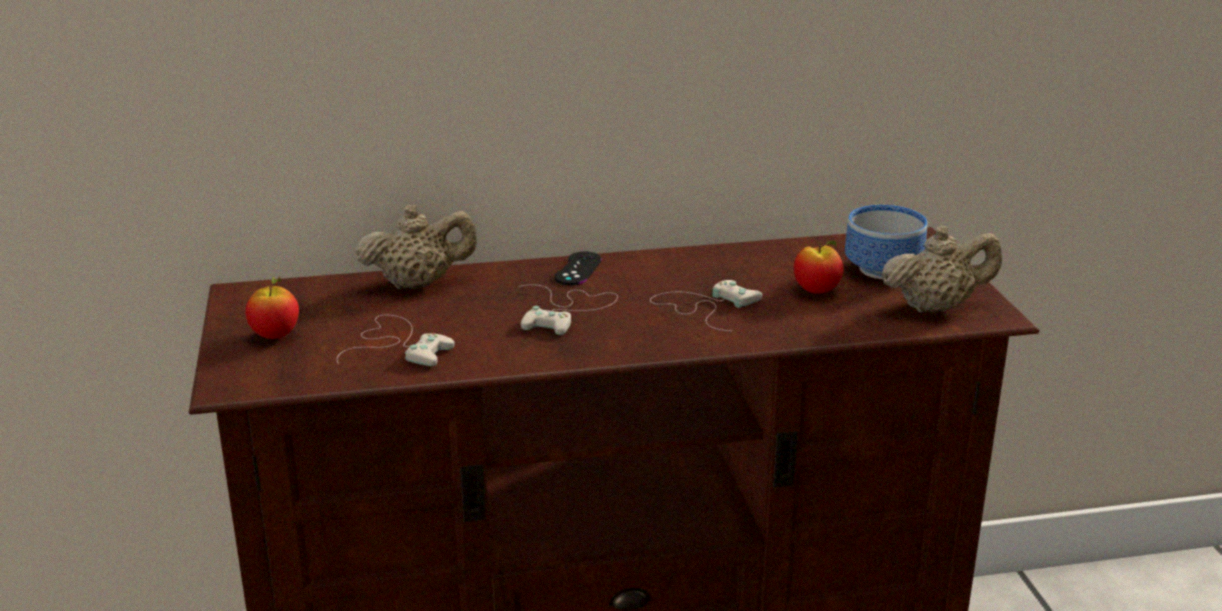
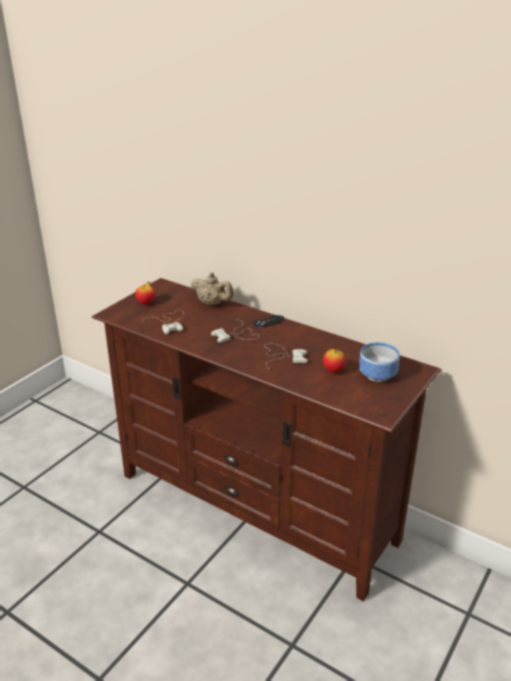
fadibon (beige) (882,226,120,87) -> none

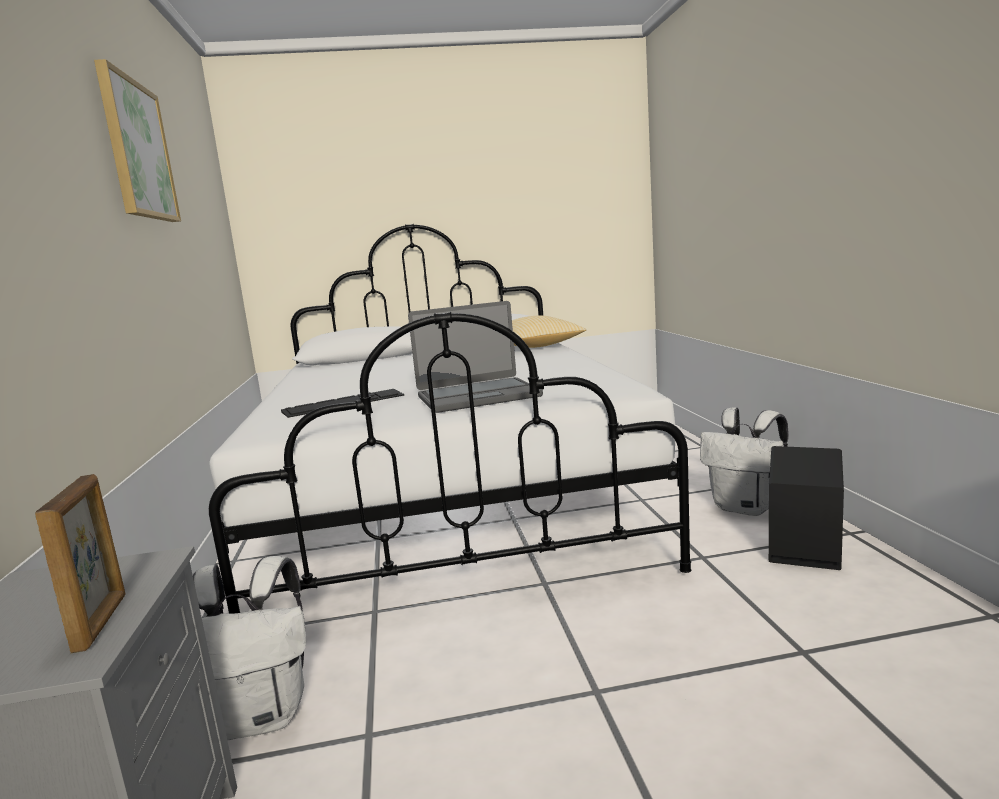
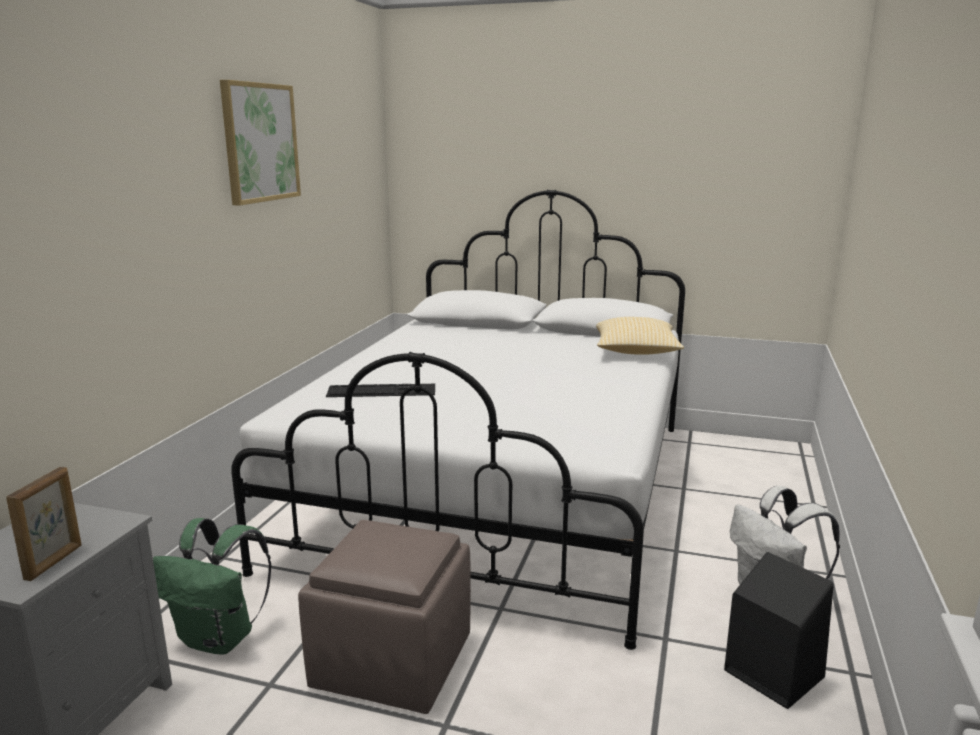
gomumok (408,301,135,112) -> none
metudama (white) (193,556,113,184) -> metudama (green) (153,518,118,137)
none -> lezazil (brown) (298,520,173,194)

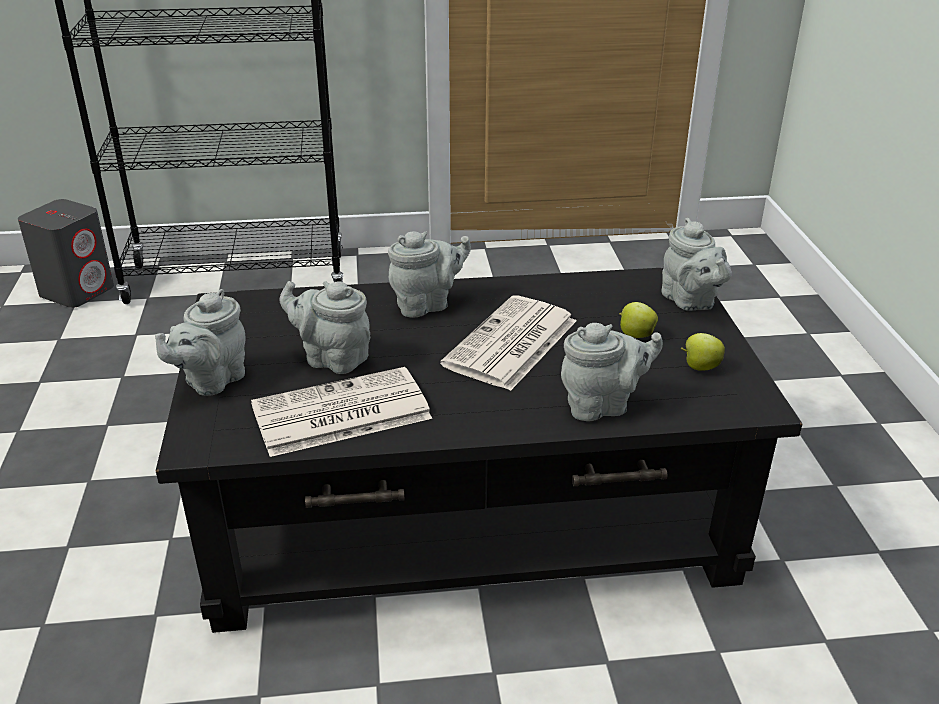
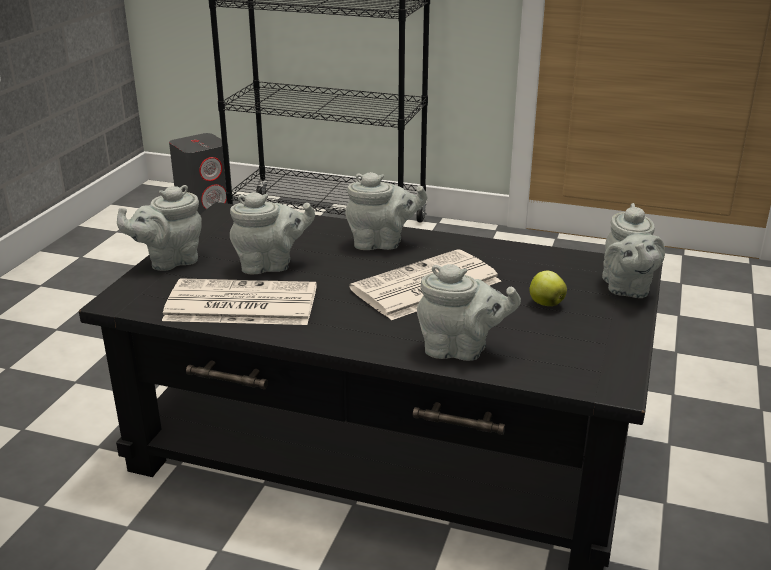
fadibon (grey) (280,281,90,93) -> fadibon (grey) (230,192,85,83), 120 degrees clockwise
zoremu (681,333,44,38) -> none

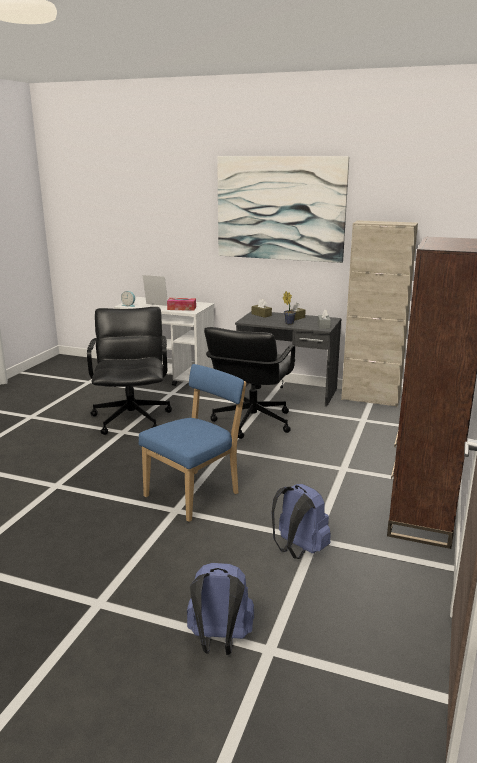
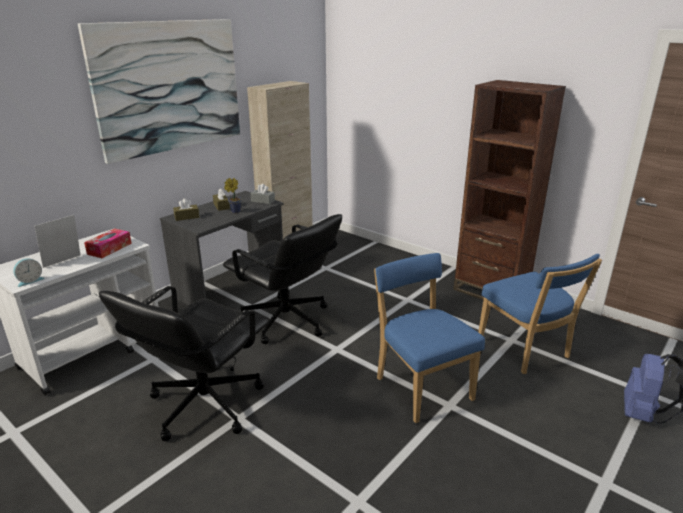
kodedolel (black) (87,307,85,128) -> kodedolel (black) (99,286,170,156), 75 degrees counterclockwise
metudama (blue) (271,484,60,75) -> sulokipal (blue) (478,254,124,120)

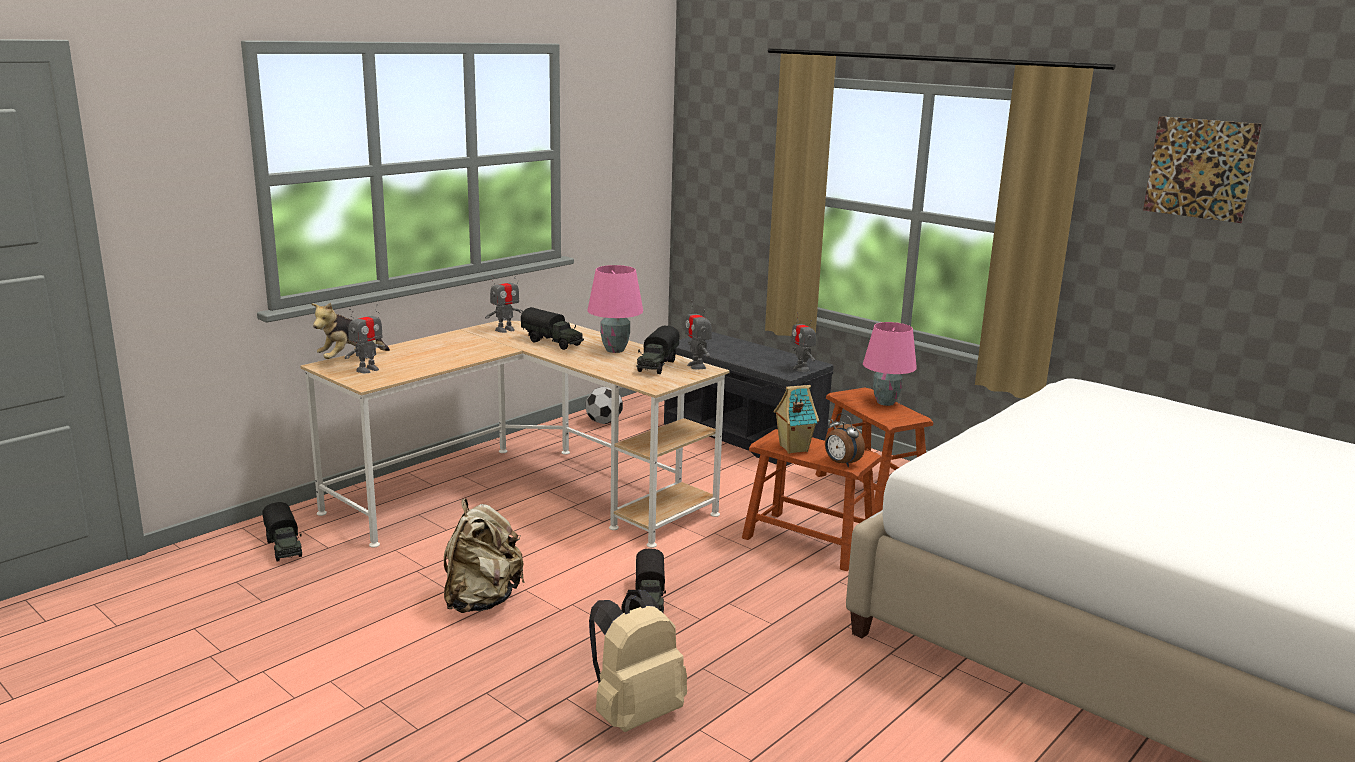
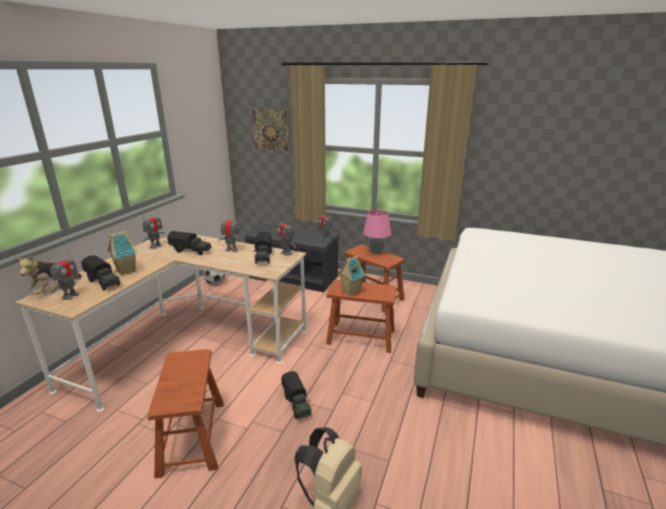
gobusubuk (1143,116,119,107) -> gobusubuk (252,109,36,42), move
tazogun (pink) (587,265,56,88) -> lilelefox (218,215,26,37)
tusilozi (825,413,40,54) -> none
metudama (beige) (444,499,81,114) -> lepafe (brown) (147,349,77,129)
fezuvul (262,502,40,60) -> fezuvul (81,255,40,35), move
none -> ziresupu (107,231,30,44)

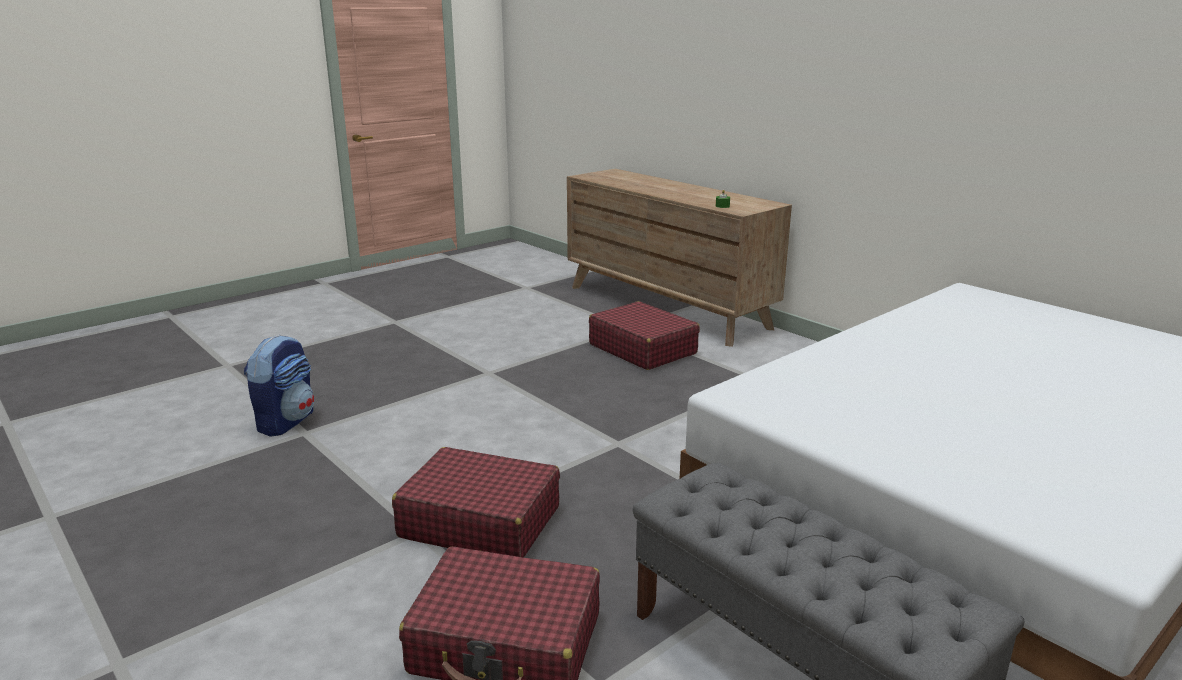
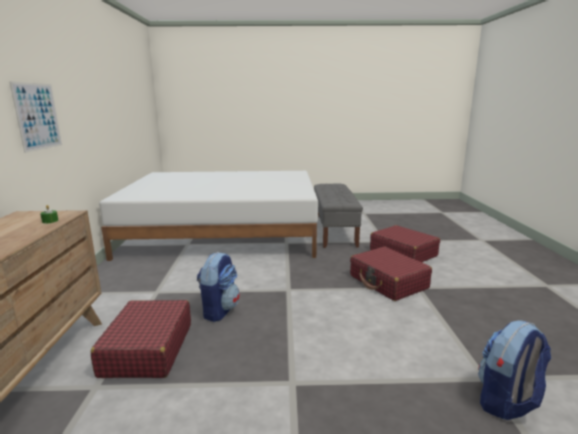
none -> gobusubuk (9,81,53,72)
none -> metudama (197,252,43,70)

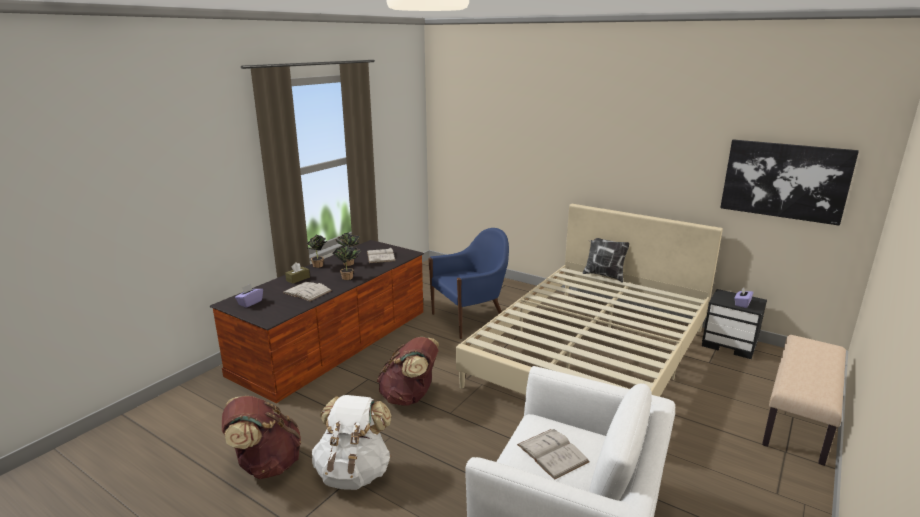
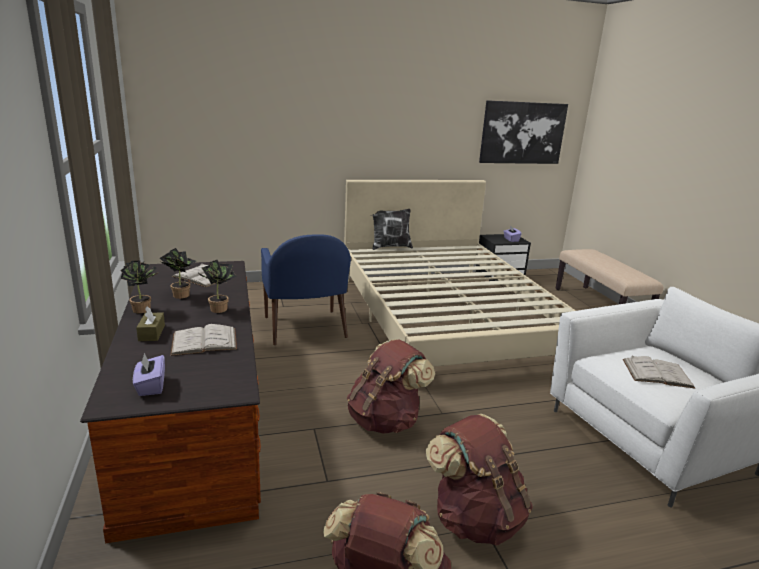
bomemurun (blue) (428,228,81,111) -> bomemurun (blue) (261,234,90,111), 150 degrees clockwise
metudama (white) (312,395,79,95) -> metudama (brown) (426,414,107,131)

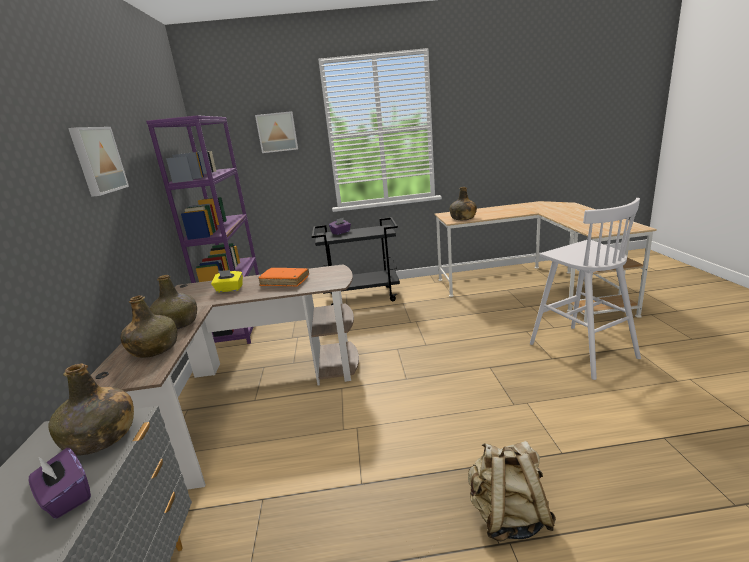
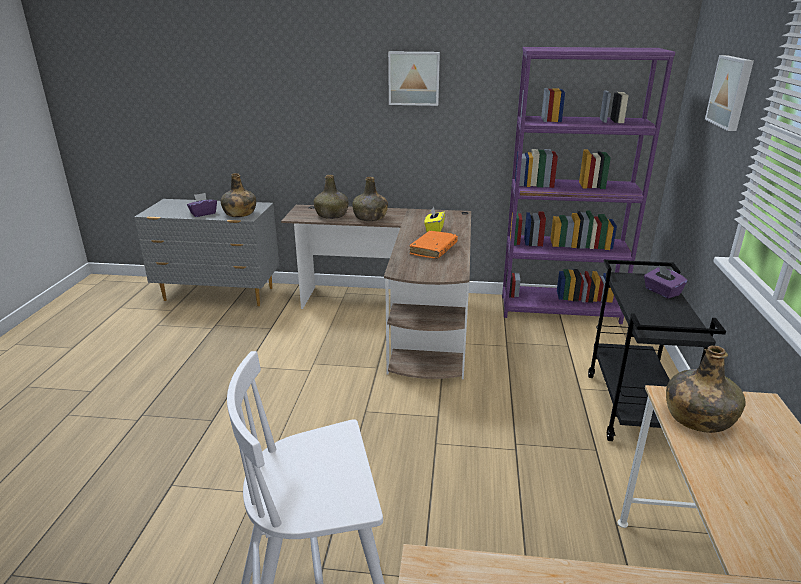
metudama (beige) (468,441,88,100) -> none

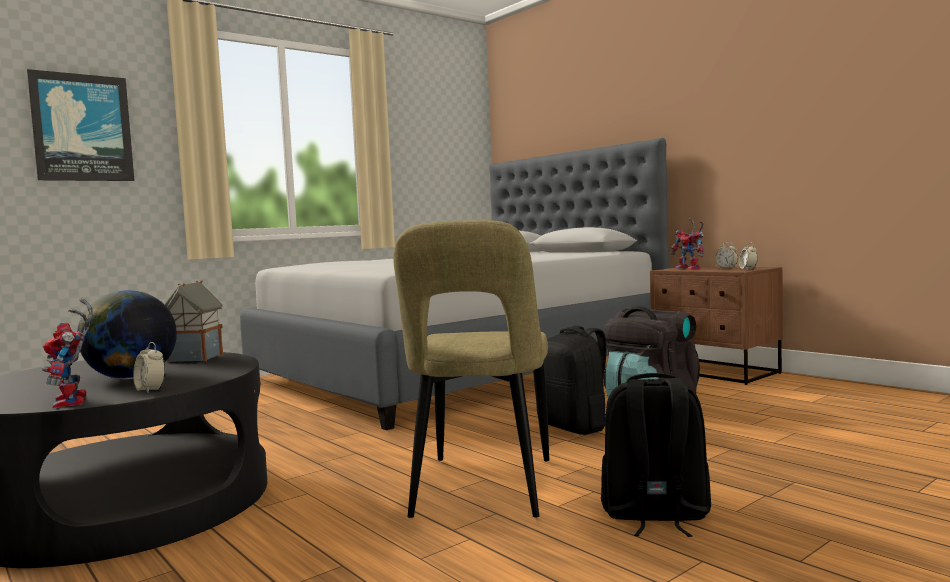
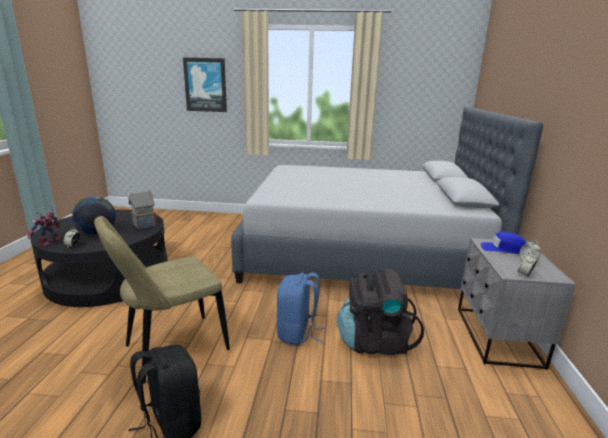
lilelefox (670,218,34,52) -> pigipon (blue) (480,232,46,22)
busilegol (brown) (650,266,133,119) -> busilegol (grey) (458,238,118,132)
metudama (black) (536,325,71,110) -> metudama (blue) (277,273,48,72)

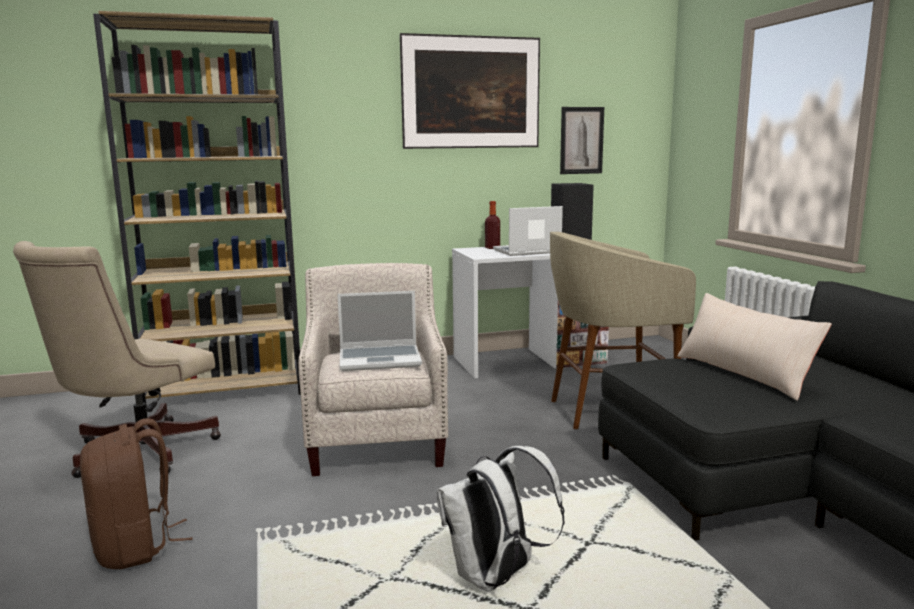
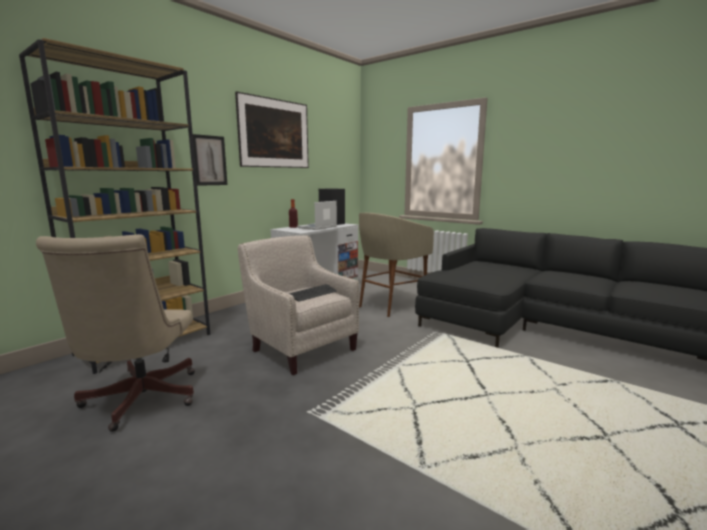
gobusubuk (560,107,44,67) -> gobusubuk (193,134,34,52), move
gomumok (337,291,85,80) -> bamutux (288,284,49,17)
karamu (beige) (677,293,155,108) -> none
metudama (brown) (80,418,113,151) -> none
metudama (white) (436,446,128,146) -> none

